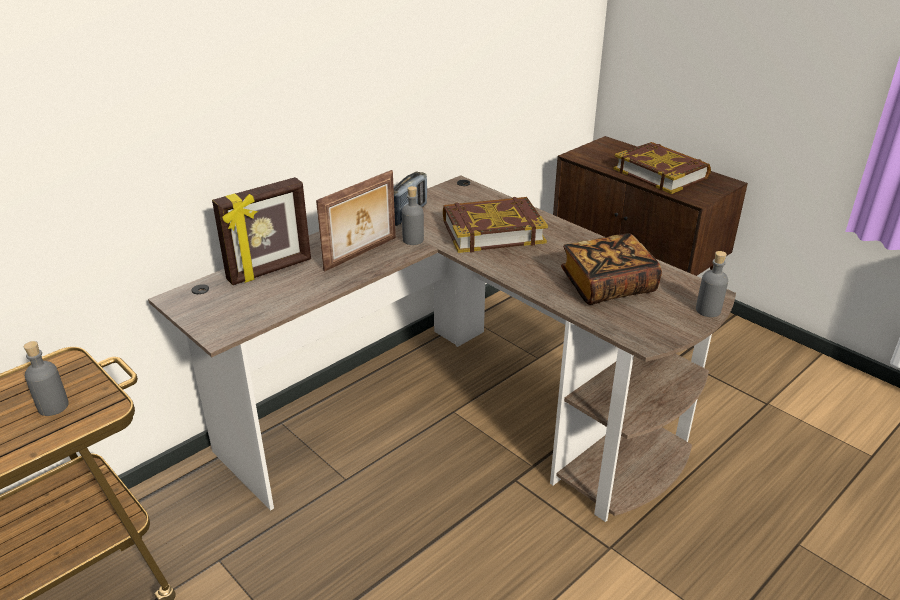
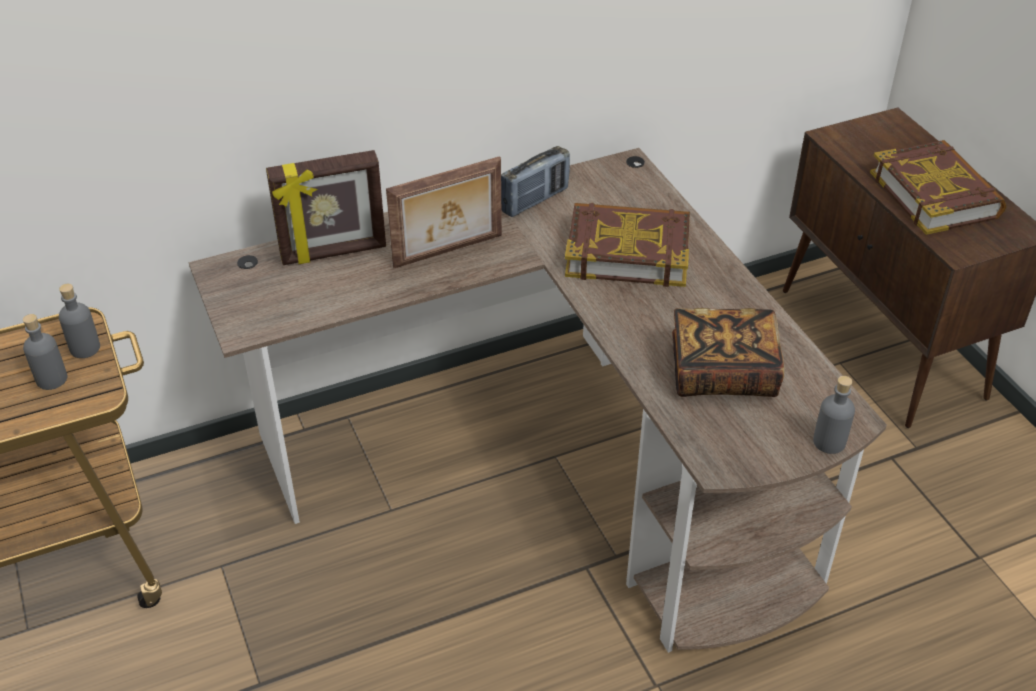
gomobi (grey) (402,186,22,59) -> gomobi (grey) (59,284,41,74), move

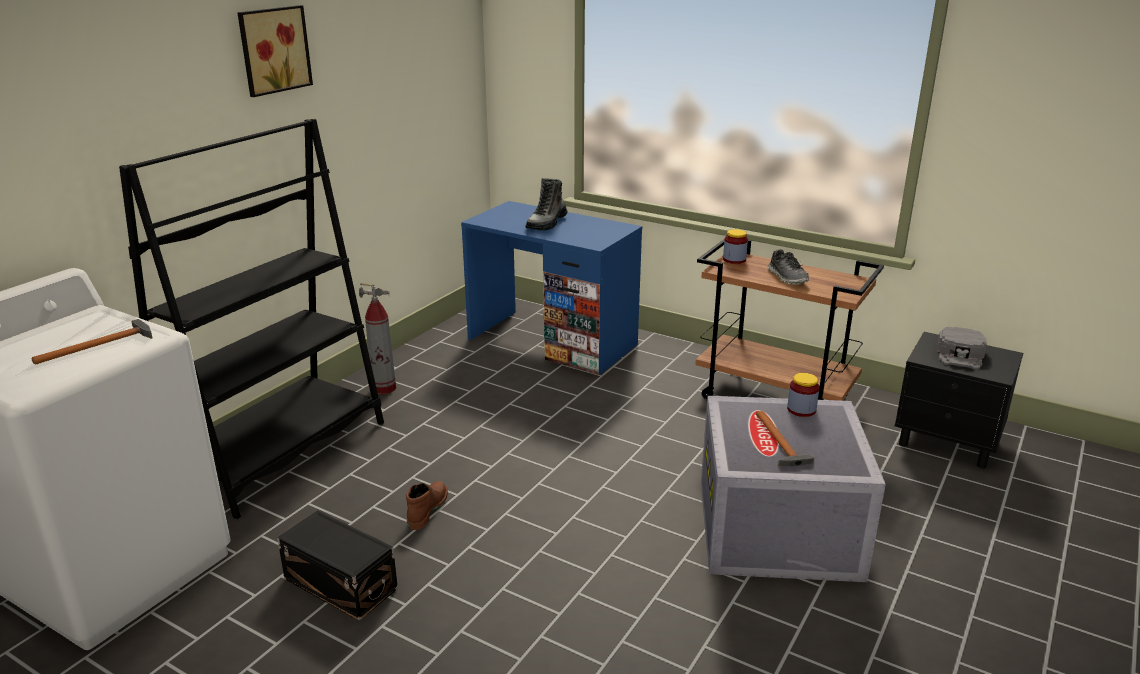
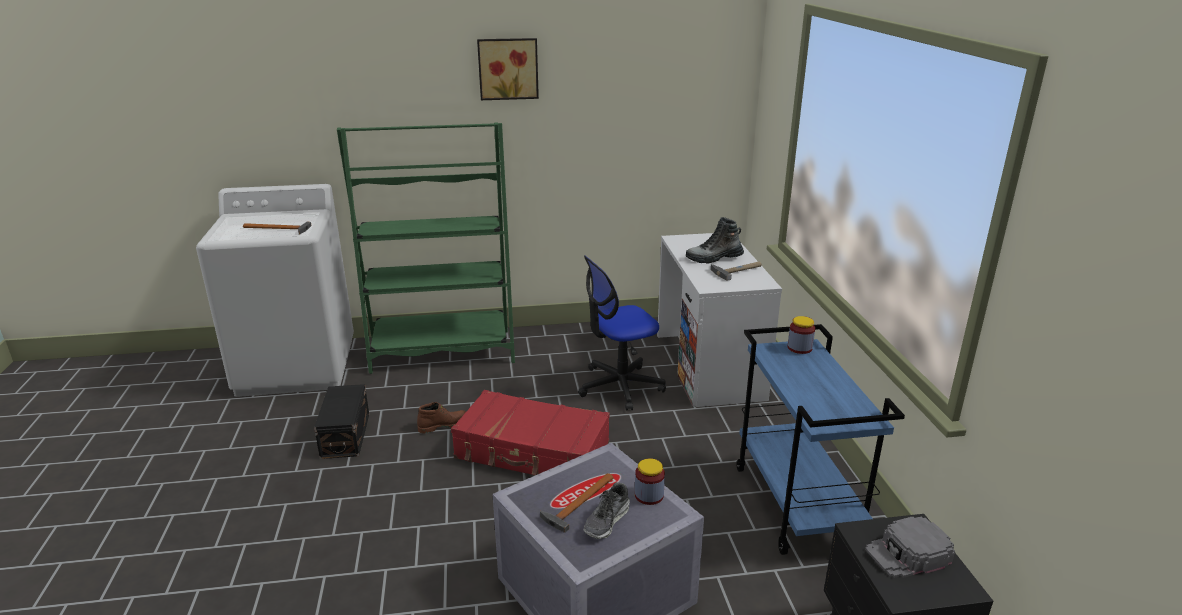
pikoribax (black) (119,119,265,400) -> pikoribax (green) (337,122,178,252)
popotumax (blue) (461,201,181,174) -> popotumax (white) (657,233,125,174)
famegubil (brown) (695,239,189,162) -> famegubil (blue) (736,324,169,231)
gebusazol (767,249,43,36) -> gebusazol (583,482,47,57), move
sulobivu (359,283,37,111) -> none
none -> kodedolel (578,255,88,156)
none -> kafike (710,262,52,19)
none -> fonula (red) (451,390,159,86)

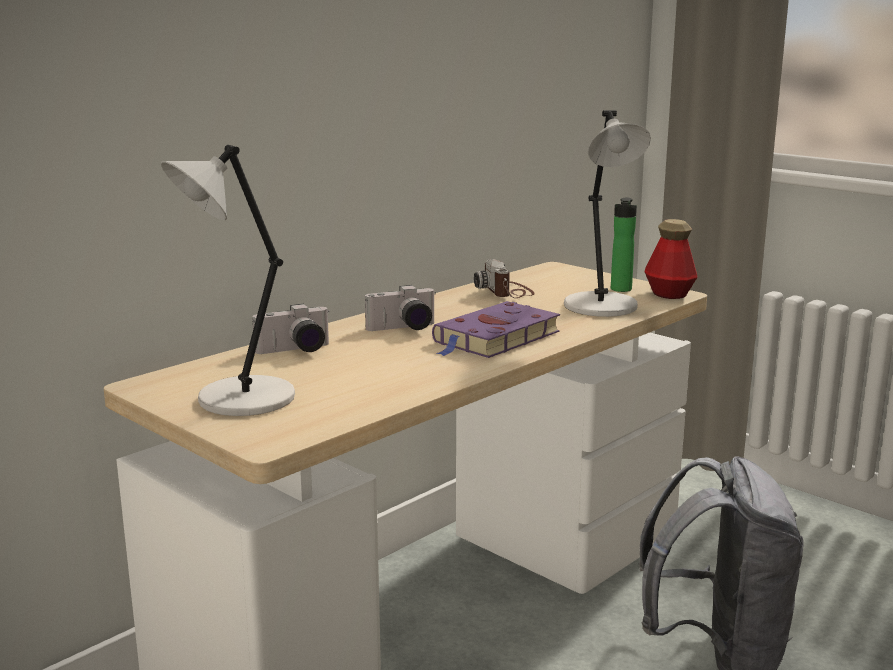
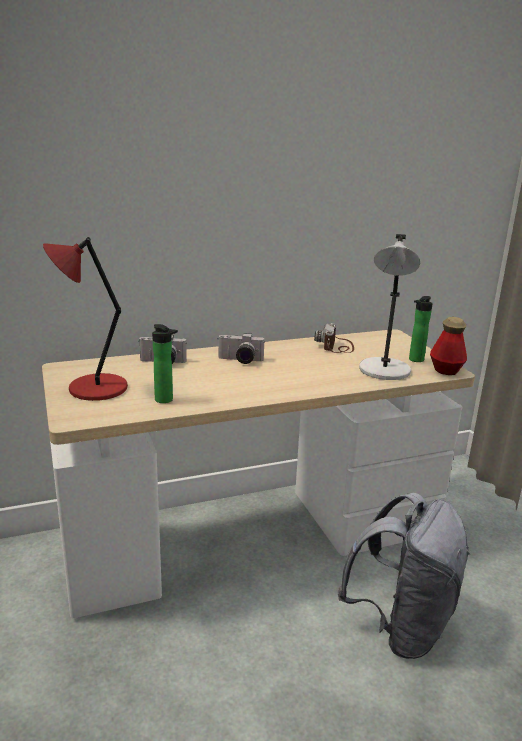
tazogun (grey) (161,145,134,271) -> tazogun (red) (43,237,85,164)
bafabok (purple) (432,301,128,57) -> none
none -> gomobi (152,324,26,79)

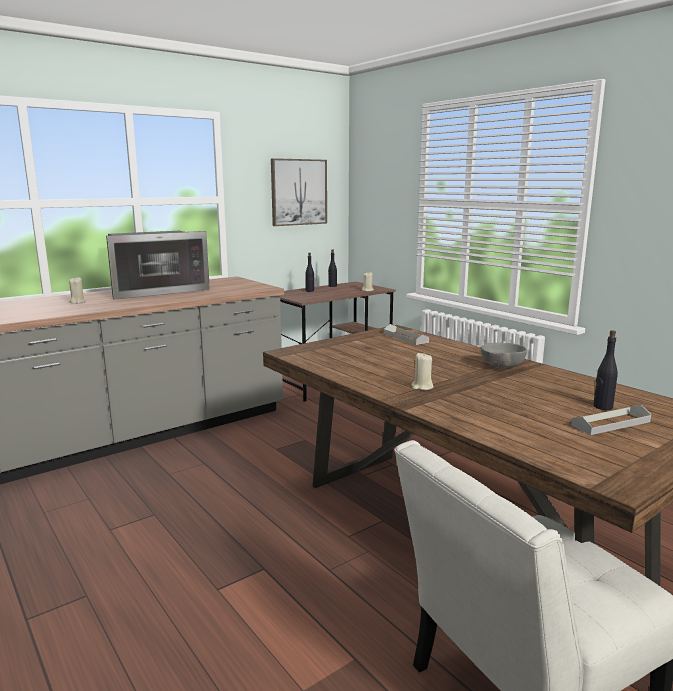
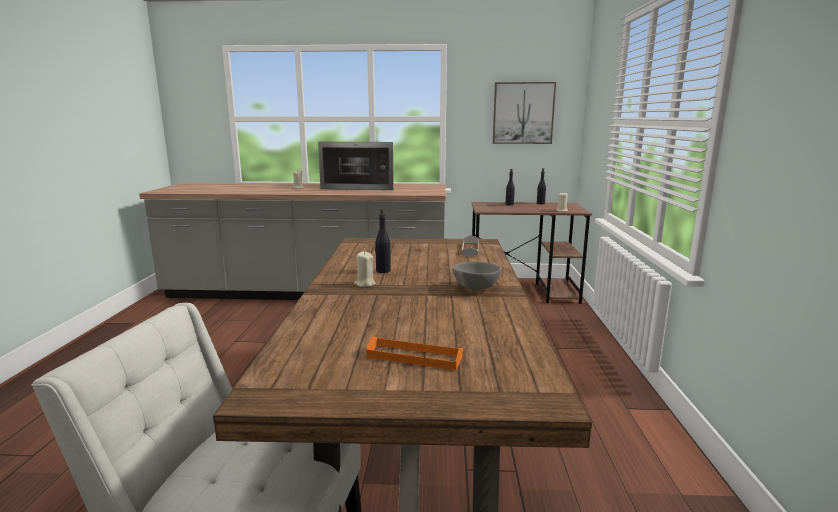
gomobi (black) (593,330,25,80) -> gomobi (black) (375,209,16,64), move
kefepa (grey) (571,405,80,30) -> kefepa (orange) (366,337,97,33)

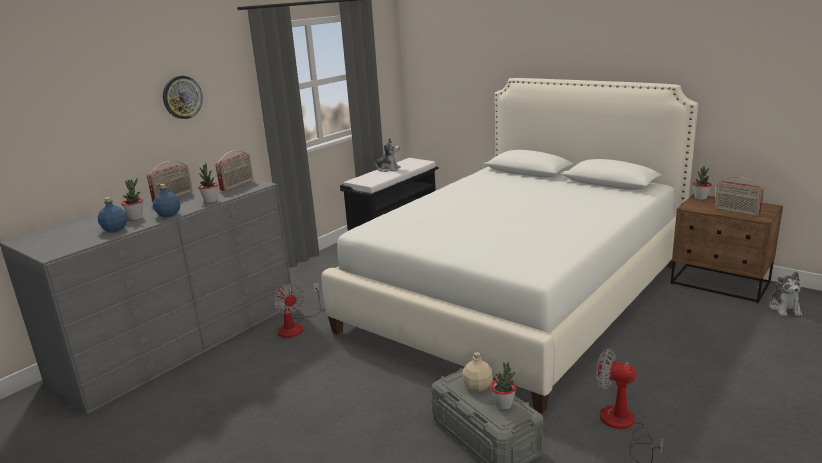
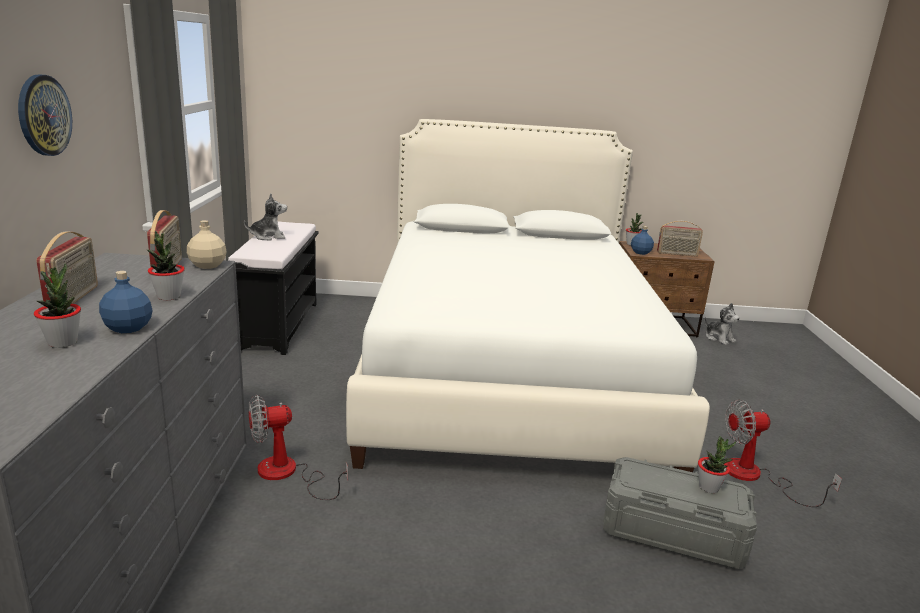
gomobi (blue) (98,197,29,35) -> gomobi (blue) (631,226,23,29), move
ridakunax (273,282,48,56) -> ridakunax (249,395,99,105), 135 degrees clockwise
gomobi (beige) (463,352,30,40) -> gomobi (beige) (187,220,40,49), move

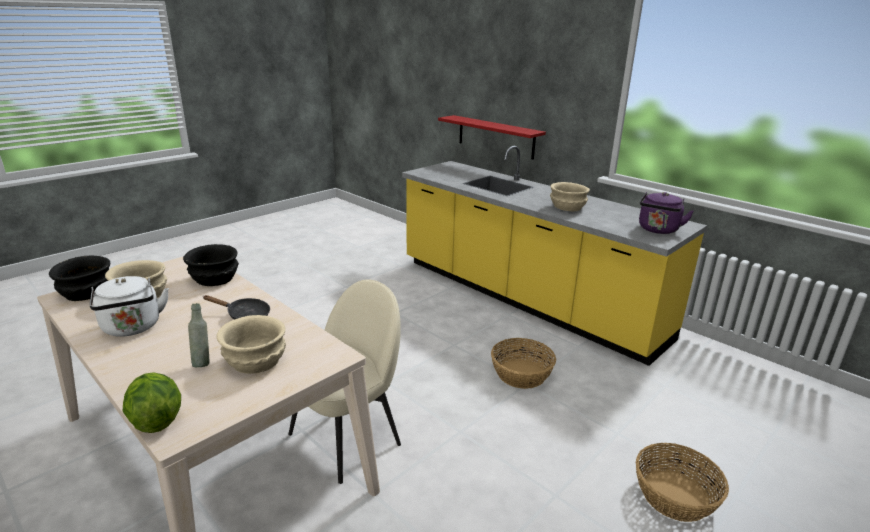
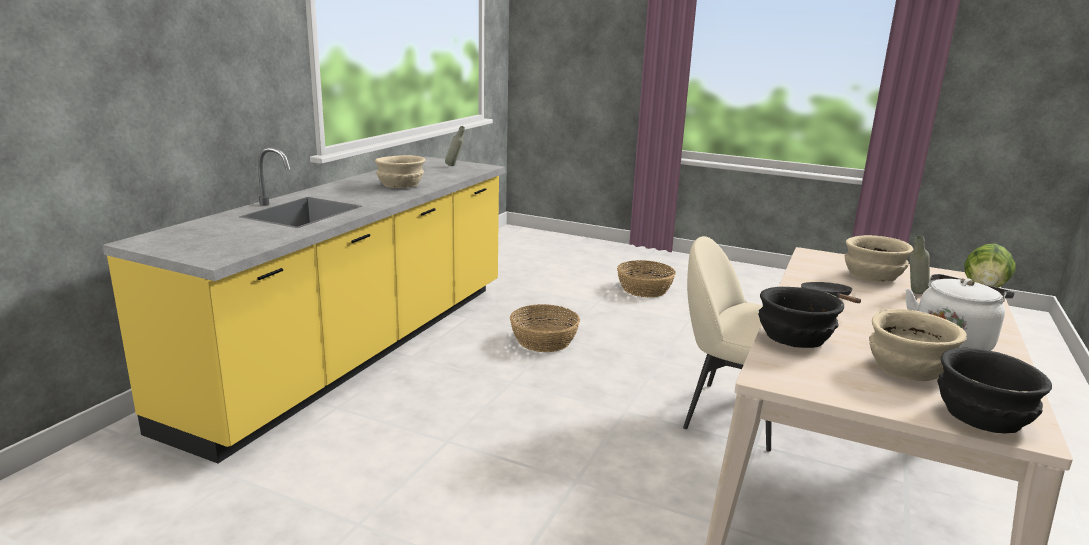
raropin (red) (438,115,108,44) -> none
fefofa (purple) (639,192,55,42) -> gomobi (grey) (445,126,20,40)

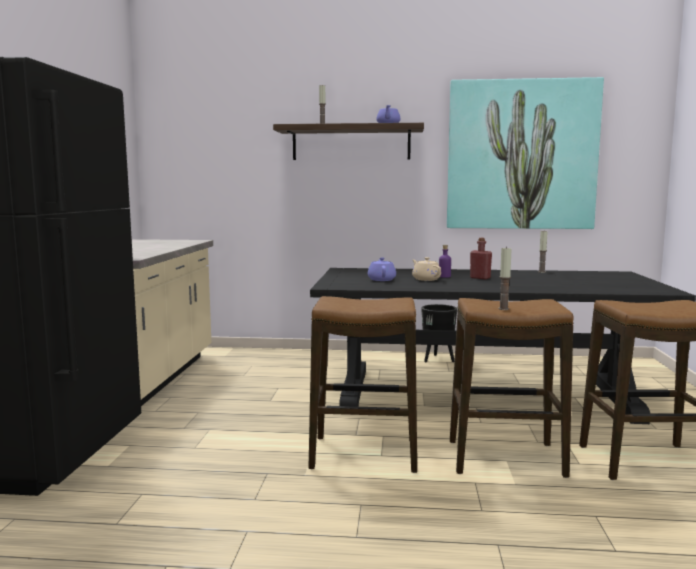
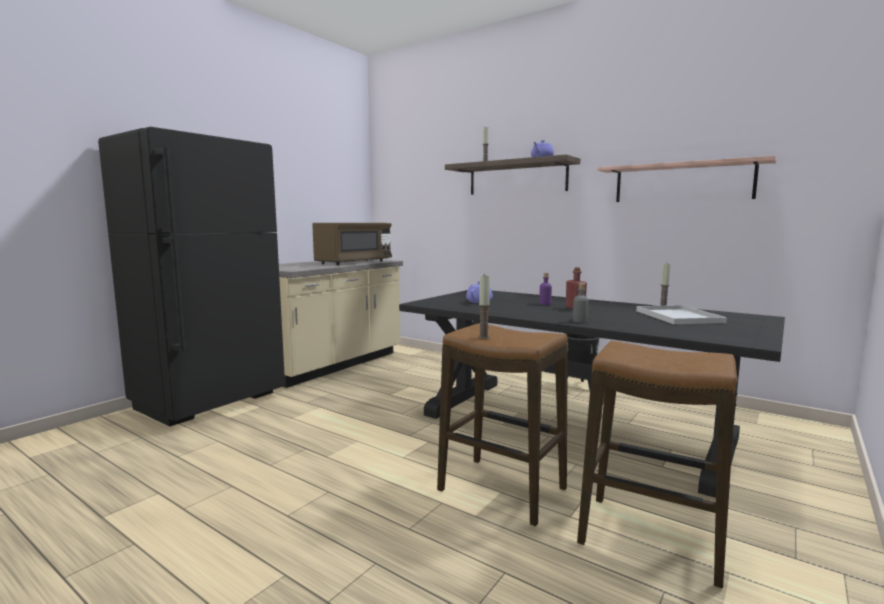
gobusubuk (447,77,157,152) -> raropin (597,156,179,46)
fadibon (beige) (412,257,29,24) -> none
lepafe (308,296,109,177) -> none
none -> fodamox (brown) (312,223,80,42)
none -> gomobi (grey) (573,283,15,39)
none -> kefepa (white) (636,305,91,19)

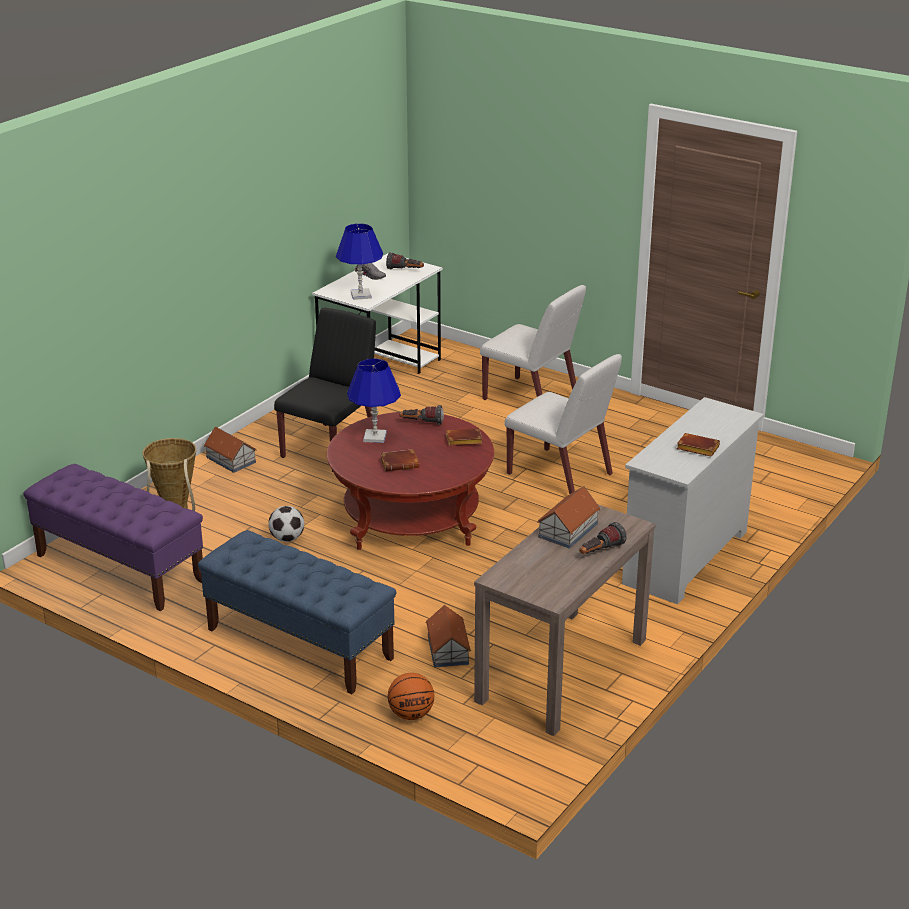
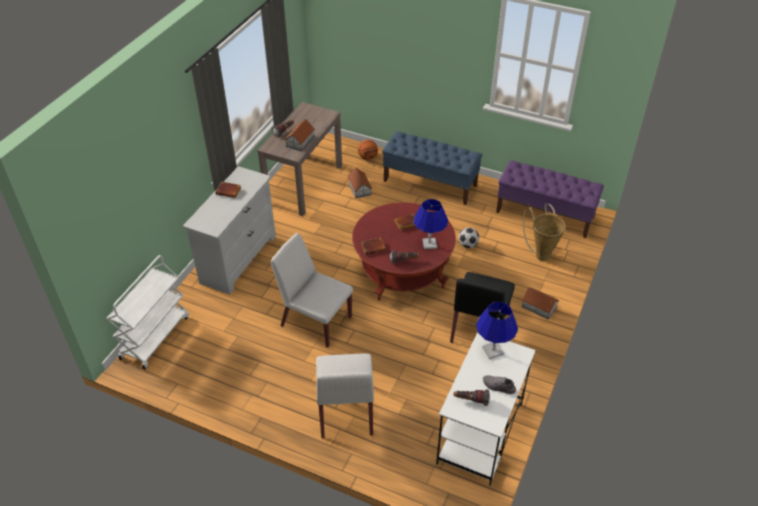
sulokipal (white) (480,285,106,115) -> sulokipal (white) (316,354,58,84), 120 degrees counterclockwise
none -> famegubil (white) (106,255,83,115)

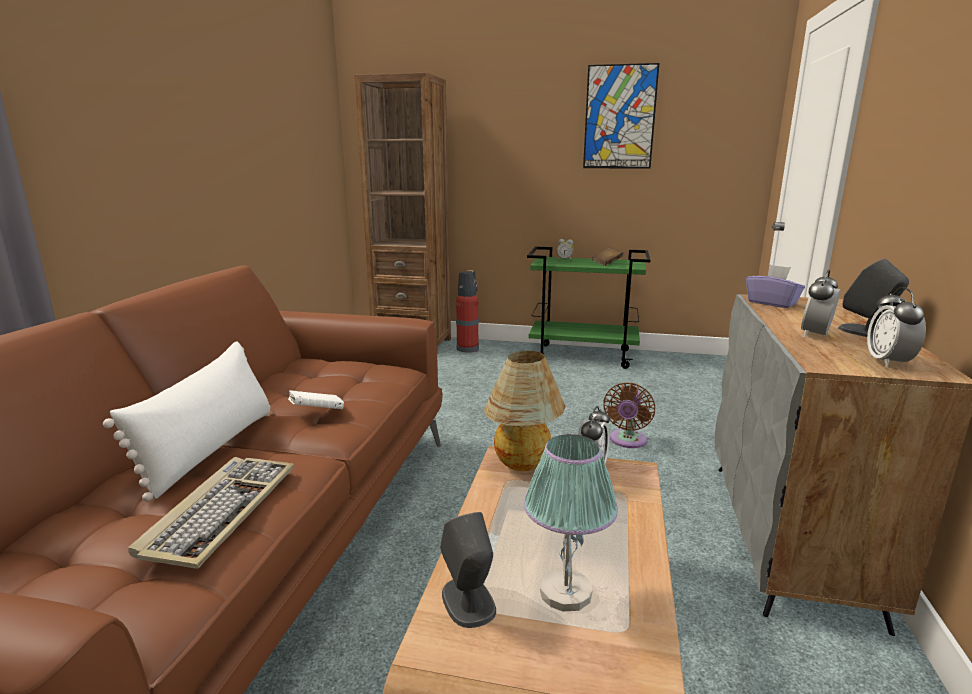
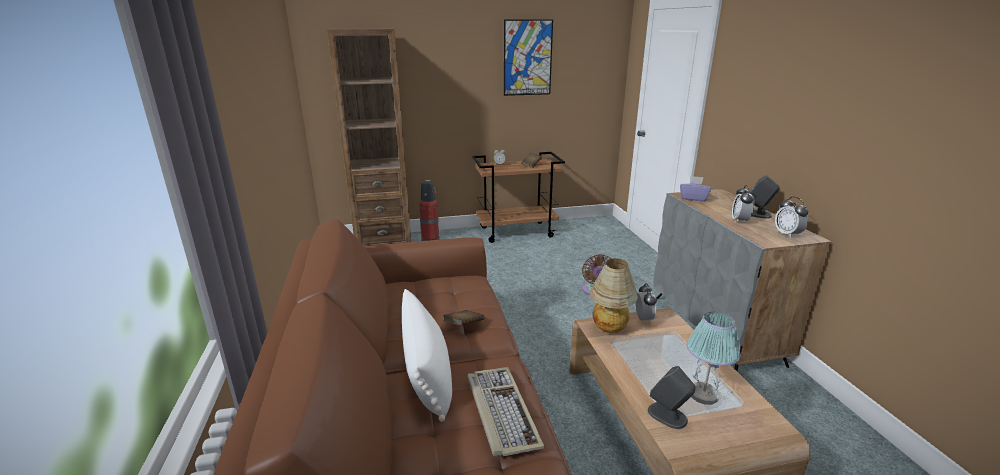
famegubil (green) (527,247,123,122) -> famegubil (brown) (472,152,93,91)
bafabok (white) (288,390,56,19) -> bafabok (brown) (443,310,42,15)

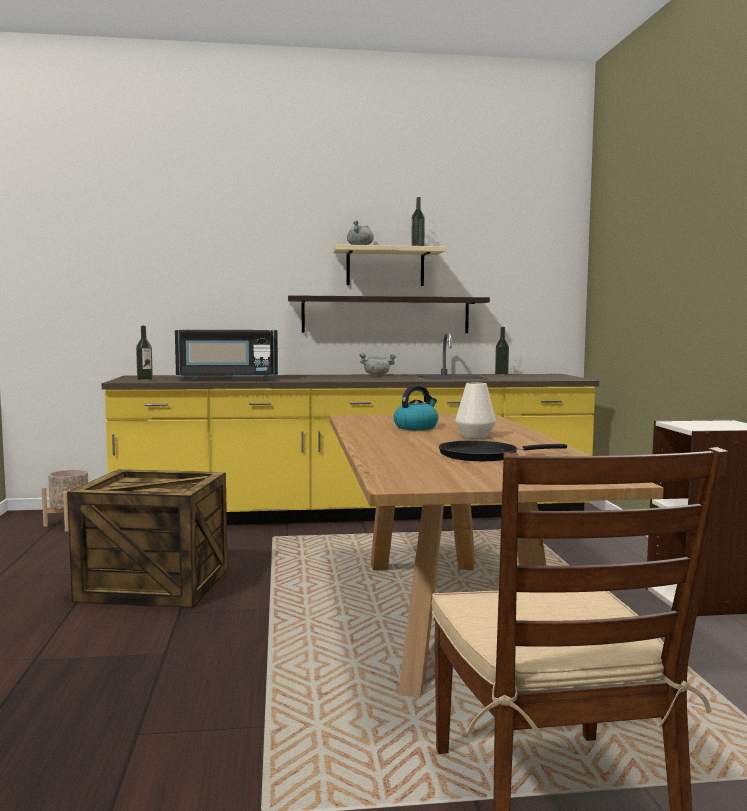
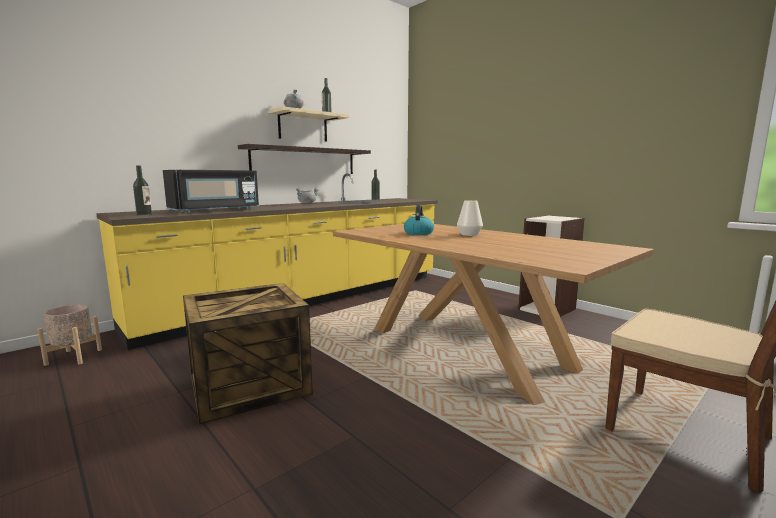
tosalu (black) (439,441,128,20) -> none

